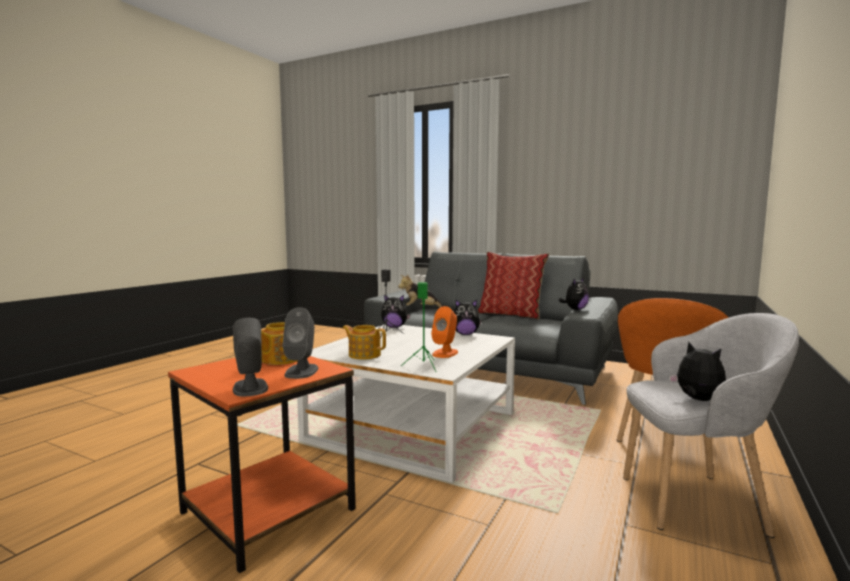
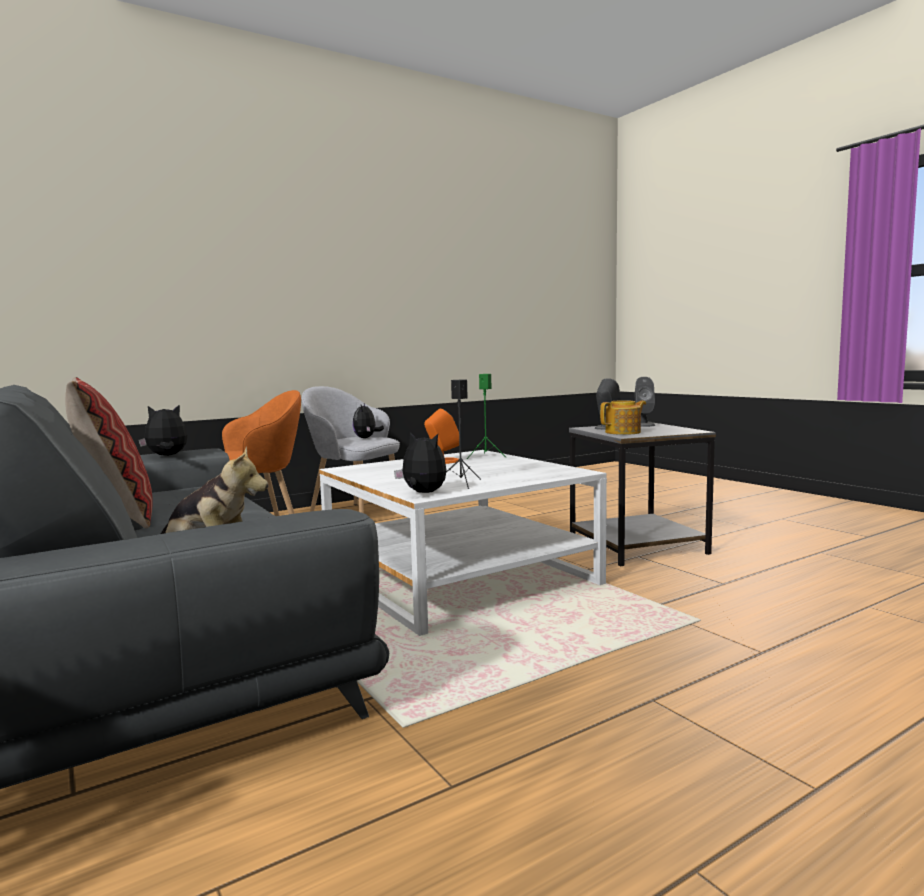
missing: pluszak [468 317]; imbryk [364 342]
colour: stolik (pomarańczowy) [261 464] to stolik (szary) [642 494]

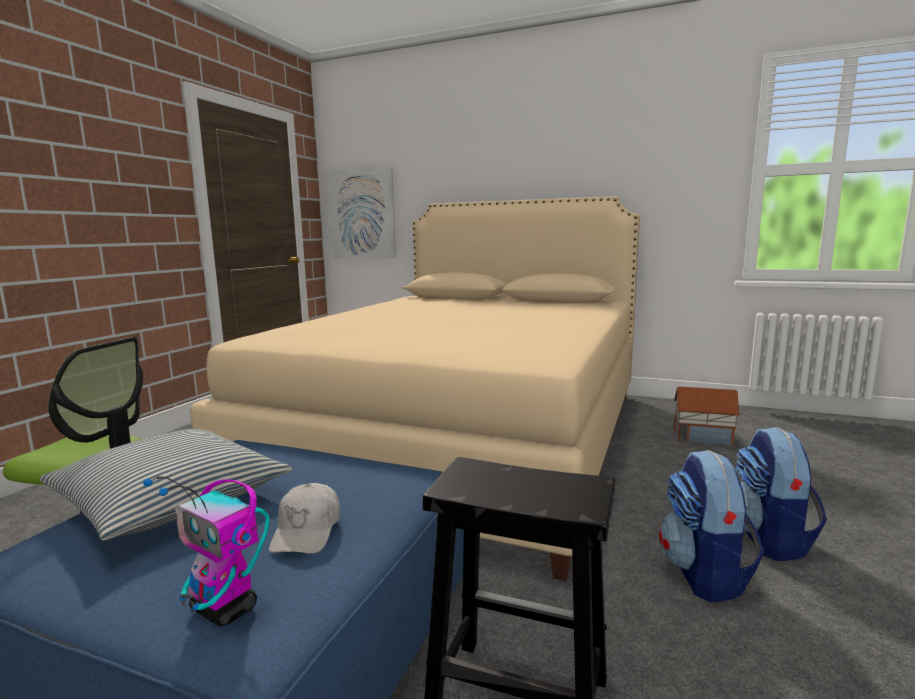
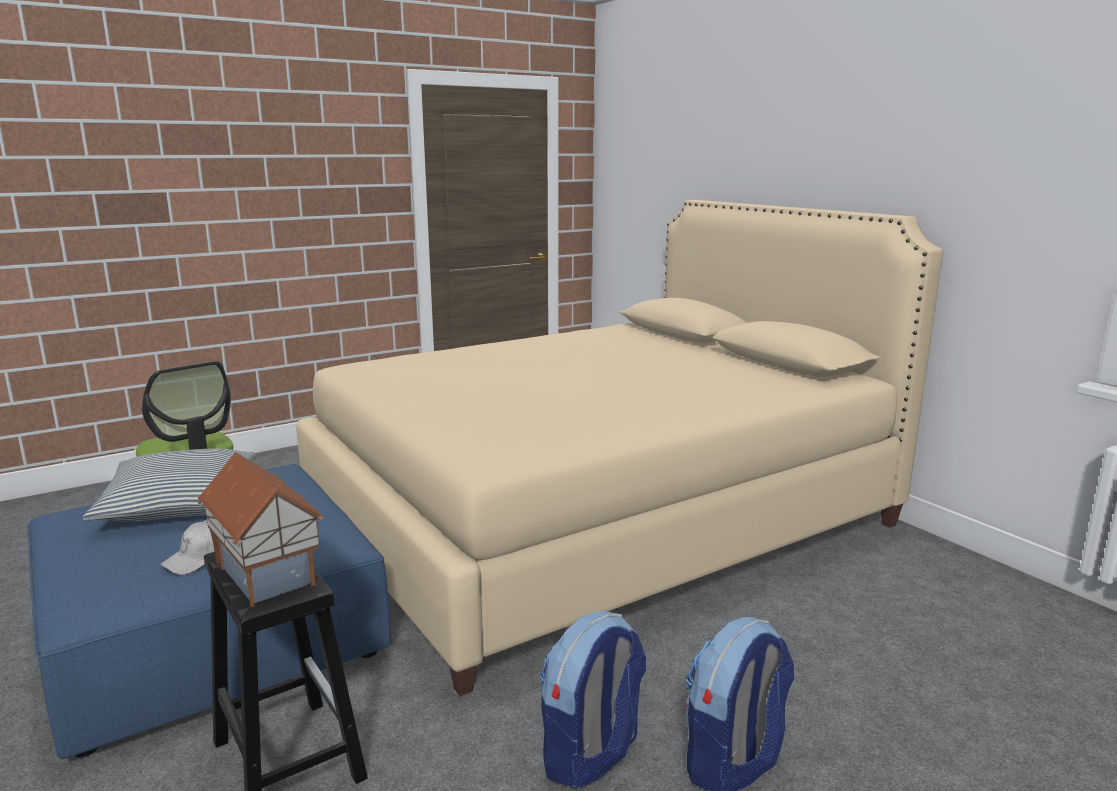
missing: obraz [361 213]; robot zabawkowy [206 552]
relocated: domek [706 416] to [260 529]

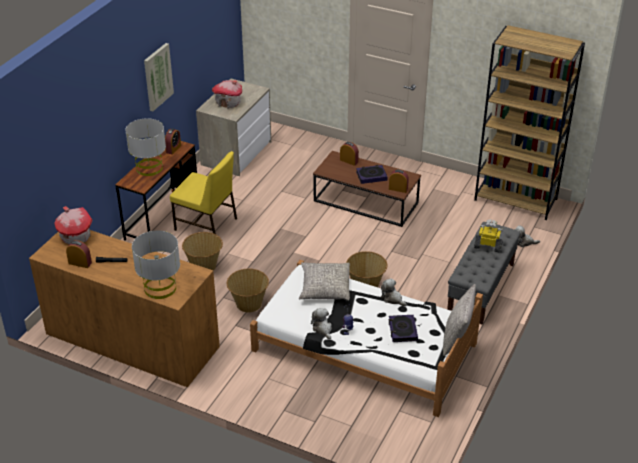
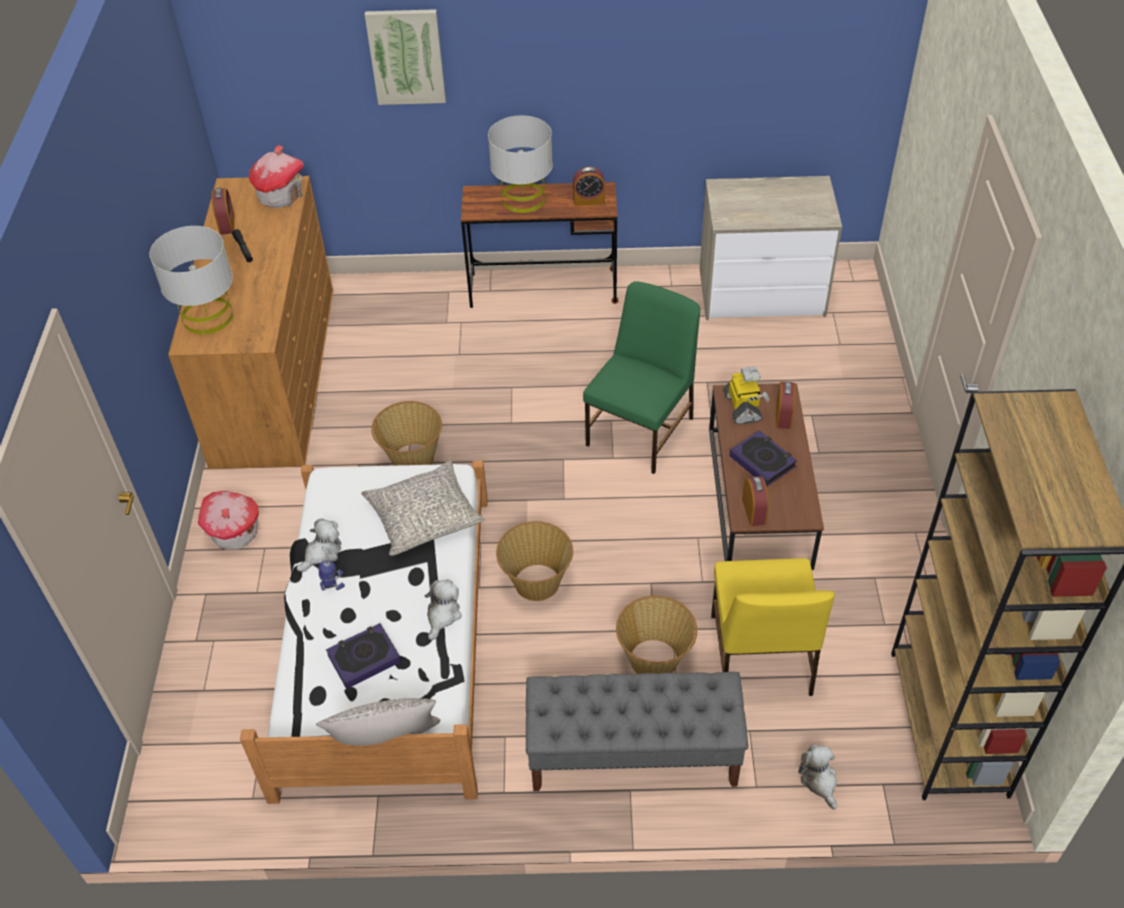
appeared: krzesło (zielony) [641 377]
relocated: obraz [159 77] to [405 57]; domek [227 94] to [228 520]; krzesło (żółty) [203 193] to [773 627]; robot zabawkowy [488 236] to [746 395]; koszyk [202 251] to [656 635]

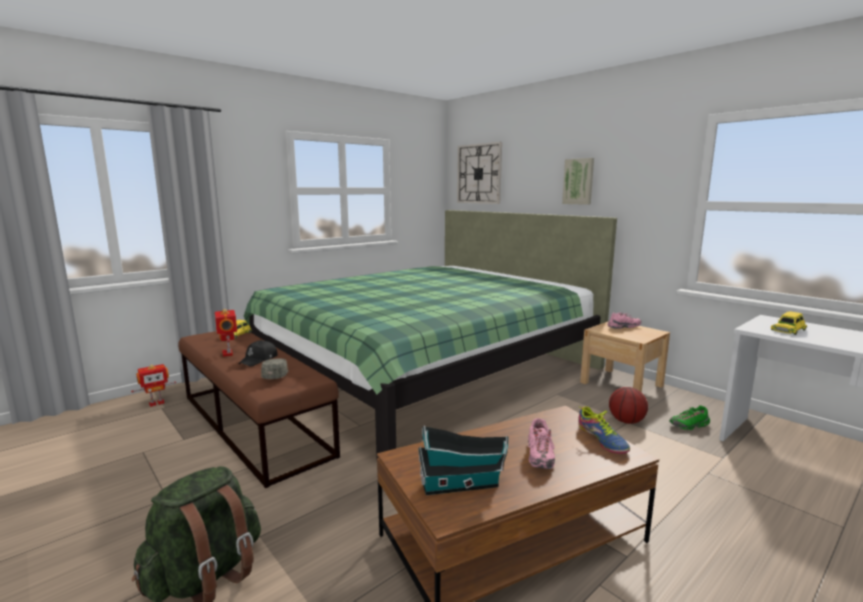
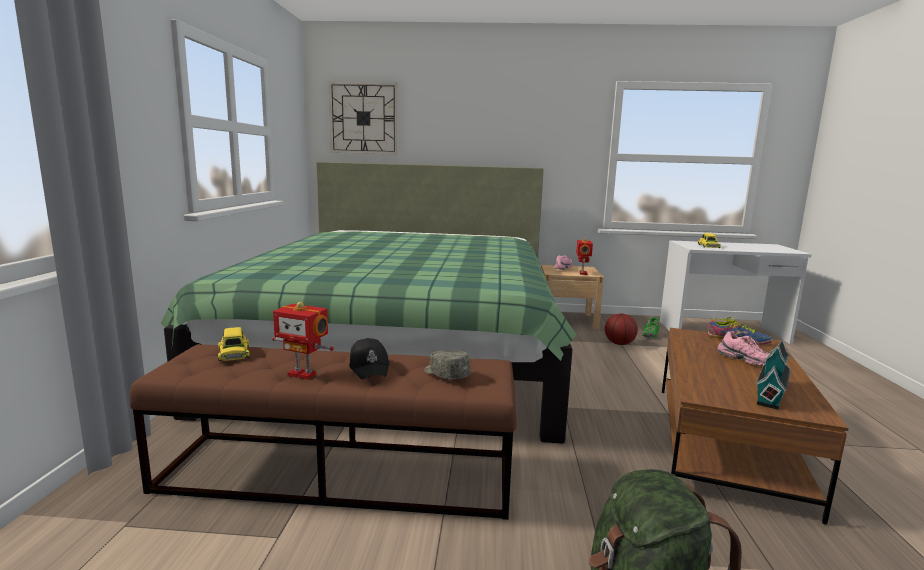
missing: obraz [578 181]
relocated: robot zabawkowy [153 385] to [584 256]

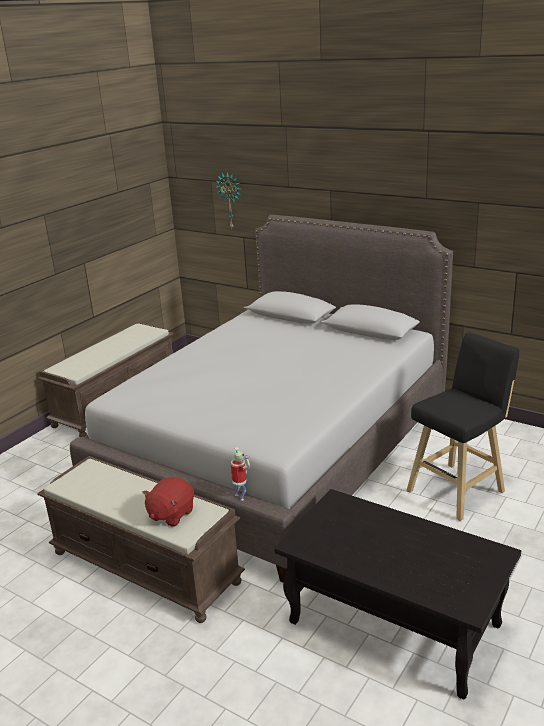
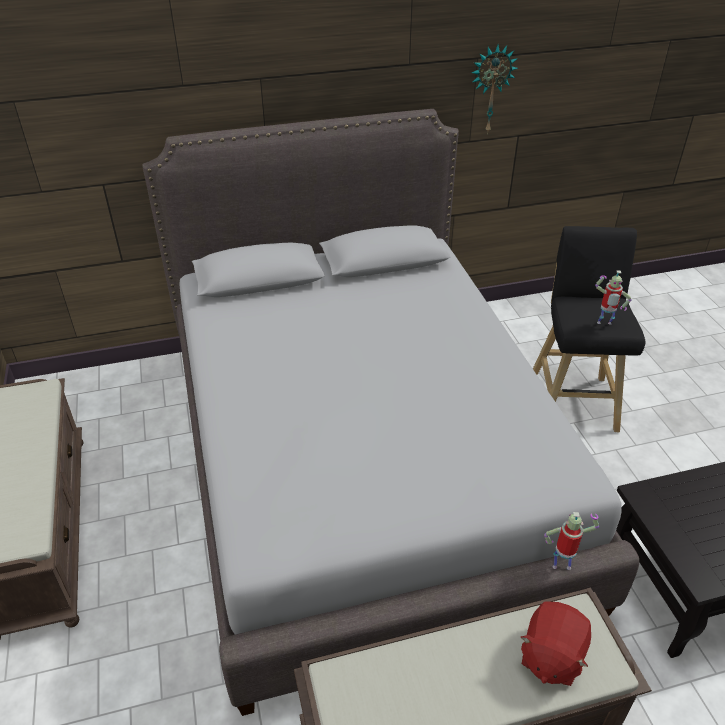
appeared: robot zabawkowy [613 297]
relocated: zegar ścienny [228 200] to [494 89]
spun: pluszak (czerwony) [168 502] = [556 643] 45 degrees clockwise

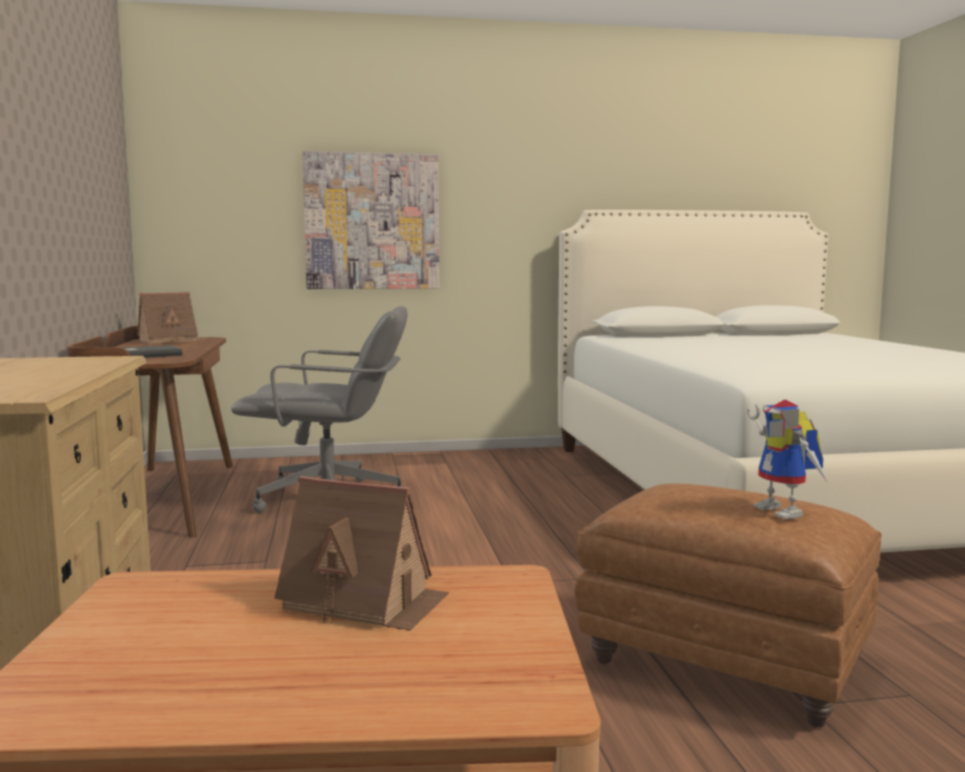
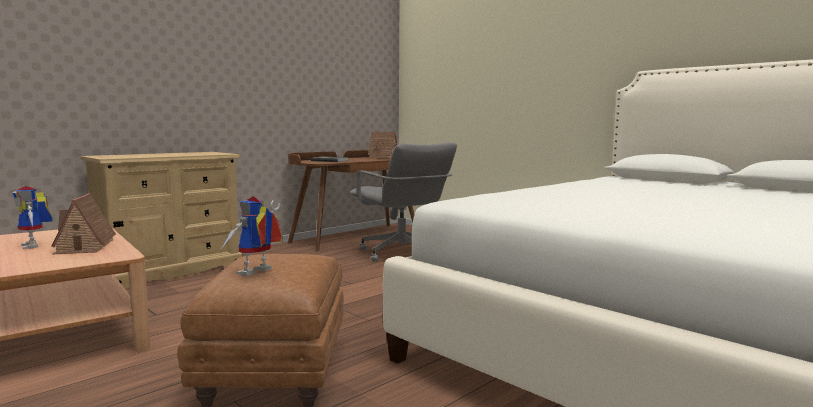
missing: obraz [370 220]
appeared: robot zabawkowy [32 217]

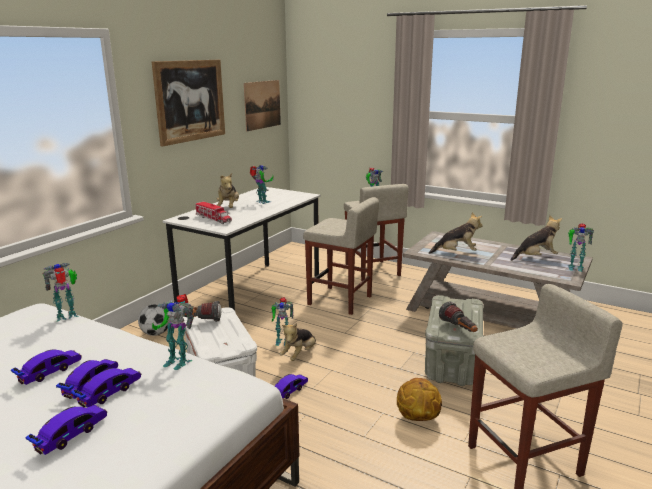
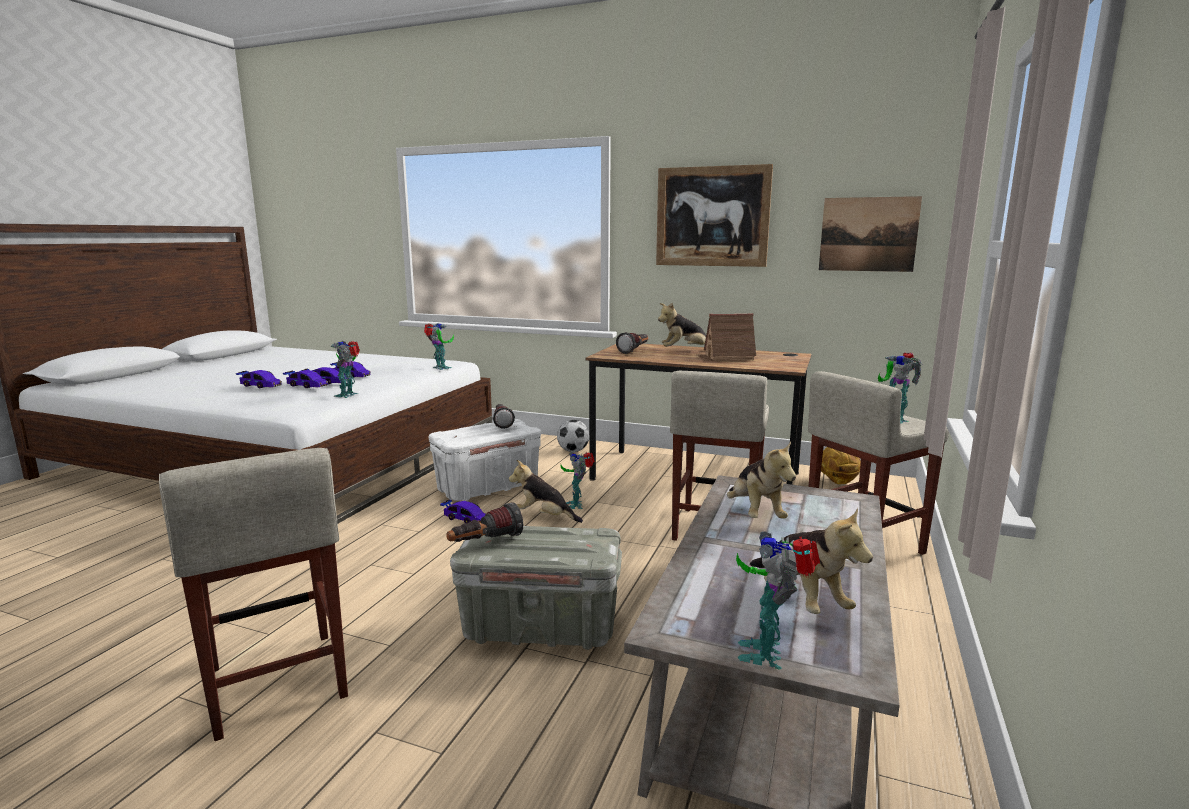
relocated: piłka do koszykówki [419 399] to [841 465]
exchanged: robot zabawkowy [262 184] to domek [726 337]; ciężarówka zabawkowa [213 213] to latarka [632 343]
colour: biurko (biały) [241 249] to biurko (brązowy) [698 414]

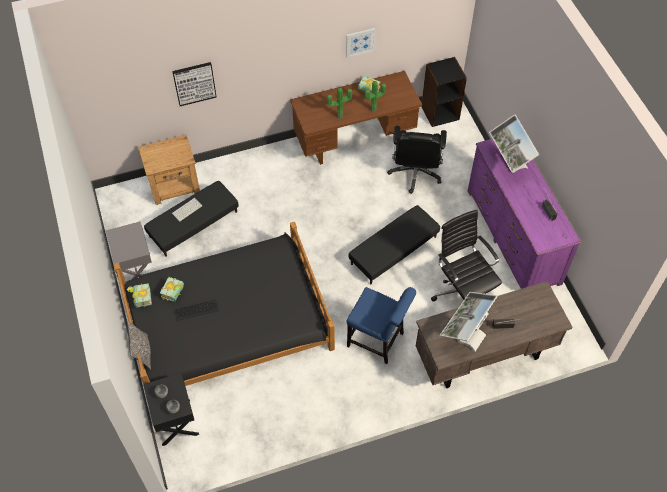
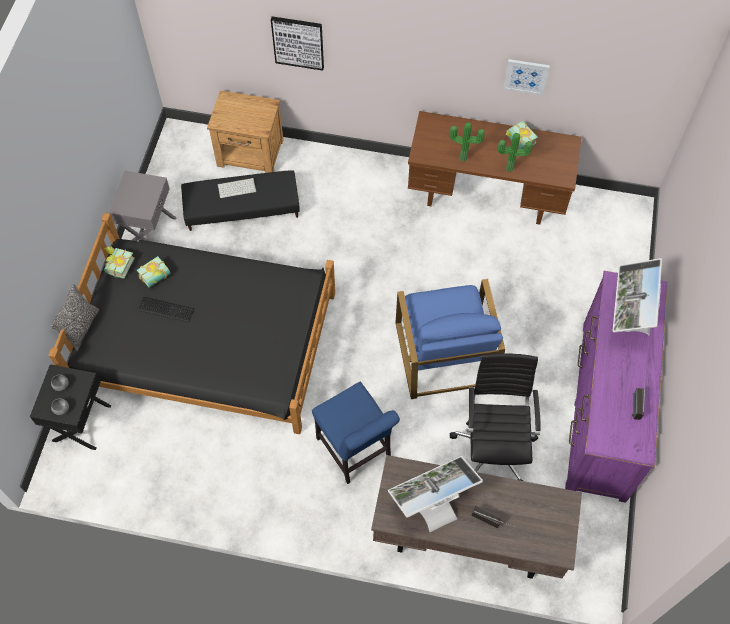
missing: regał (czarny) [444 92]; krzesło biurowe (czarny) [417 160]
exchanged: pufa (czarny) [394 244] to fotel (niebieski) [450 339]

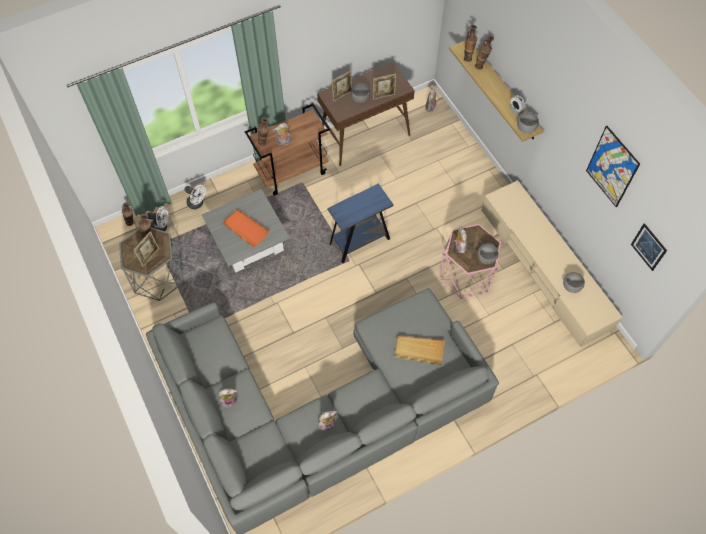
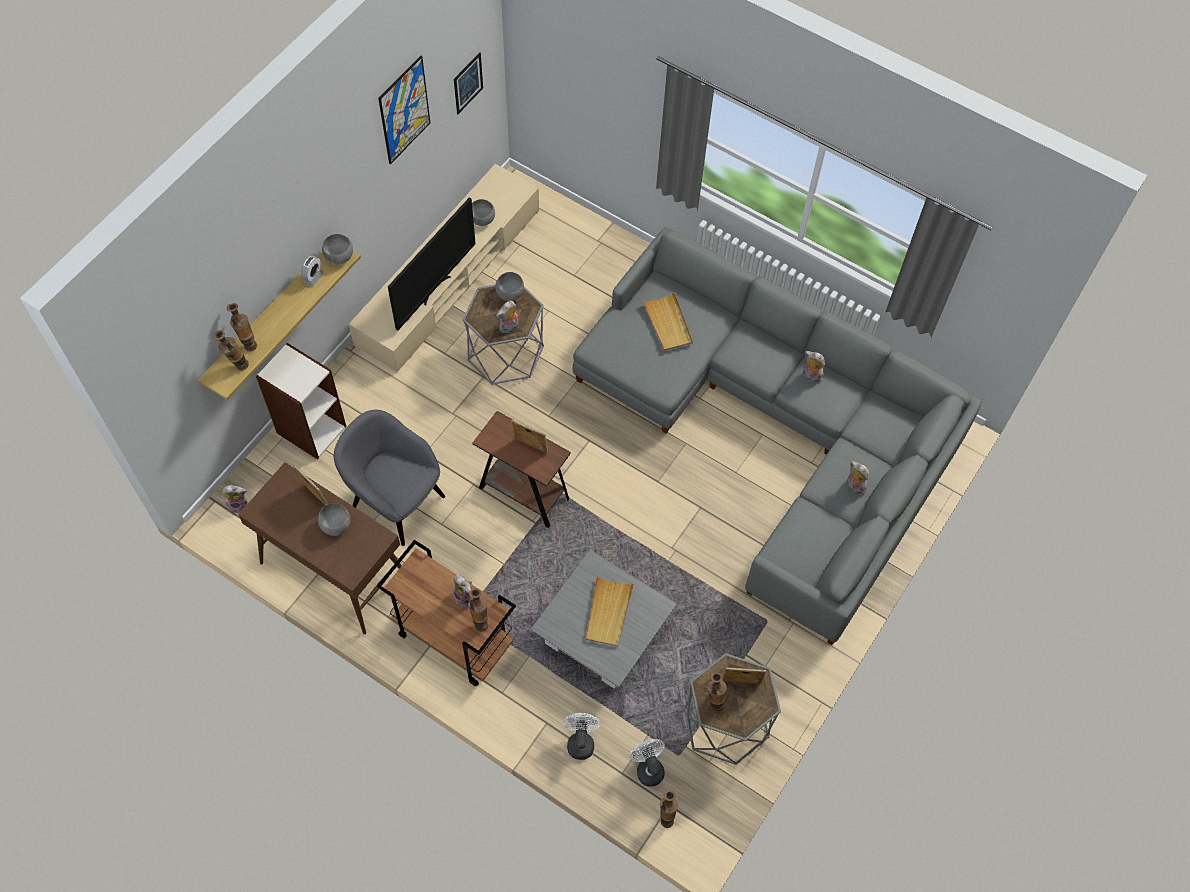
appeared: telewizor [432 264]; regał [301 401]; fotel (szary) [389 478]
relocated: ramka na zdjęcie [342 85] to [529 437]
colour: stolik (niebieski) [360 223] to stolik (brązowy) [521 469]; taca (pomarańczowy) [246 228] to taca (beżowy) [609 611]; stolik (różowy) [471 261] to stolik (szary) [503 334]

